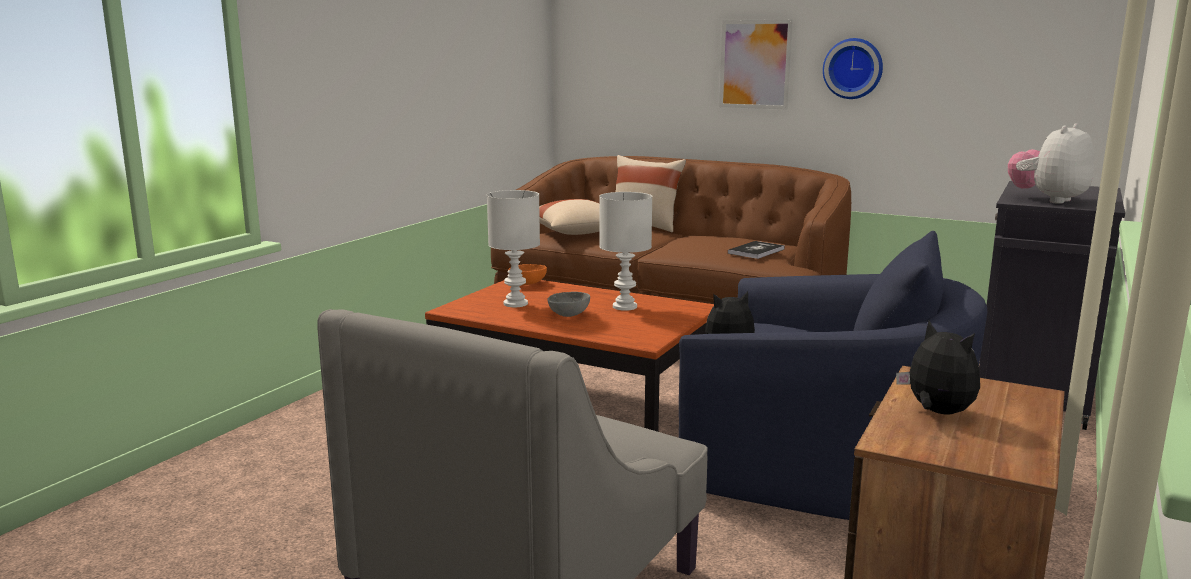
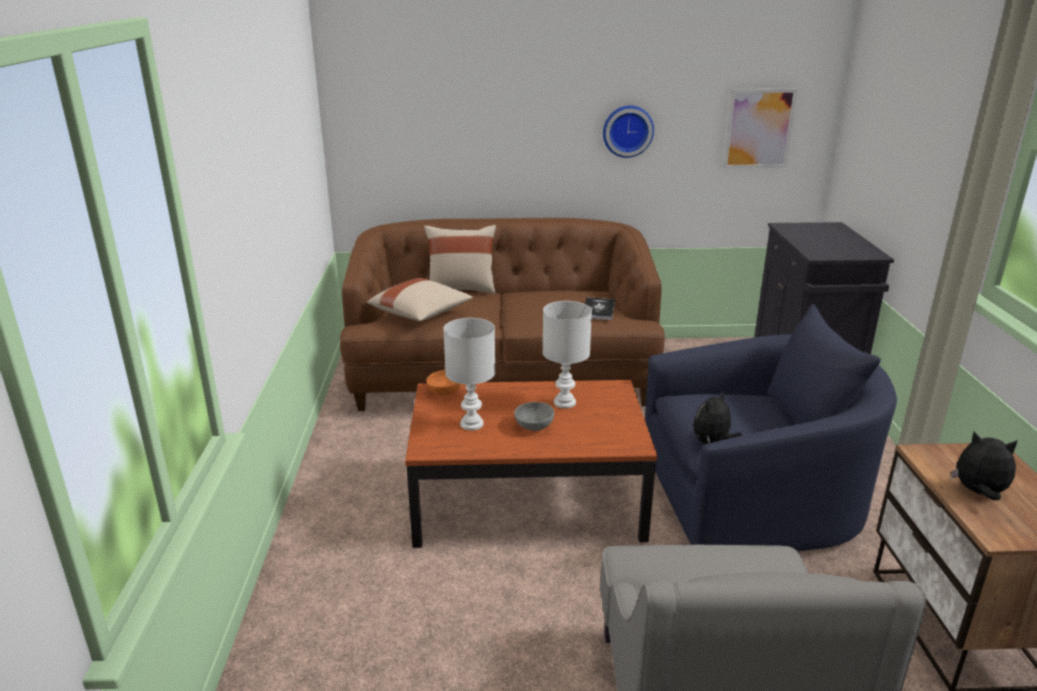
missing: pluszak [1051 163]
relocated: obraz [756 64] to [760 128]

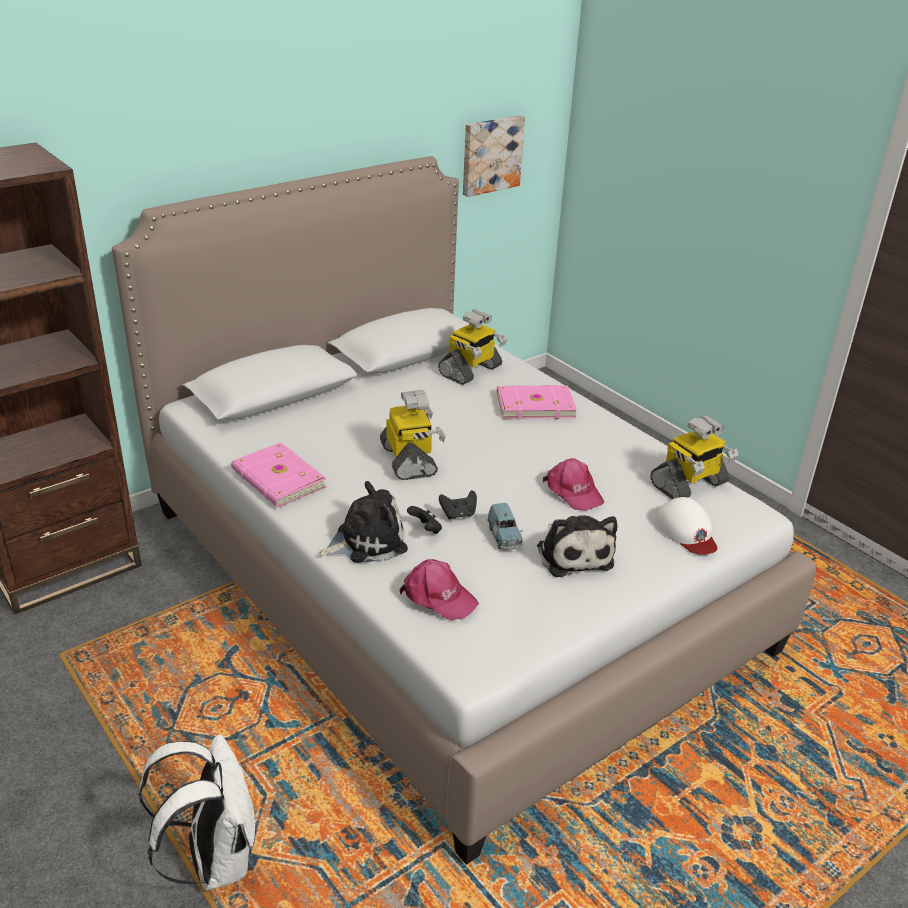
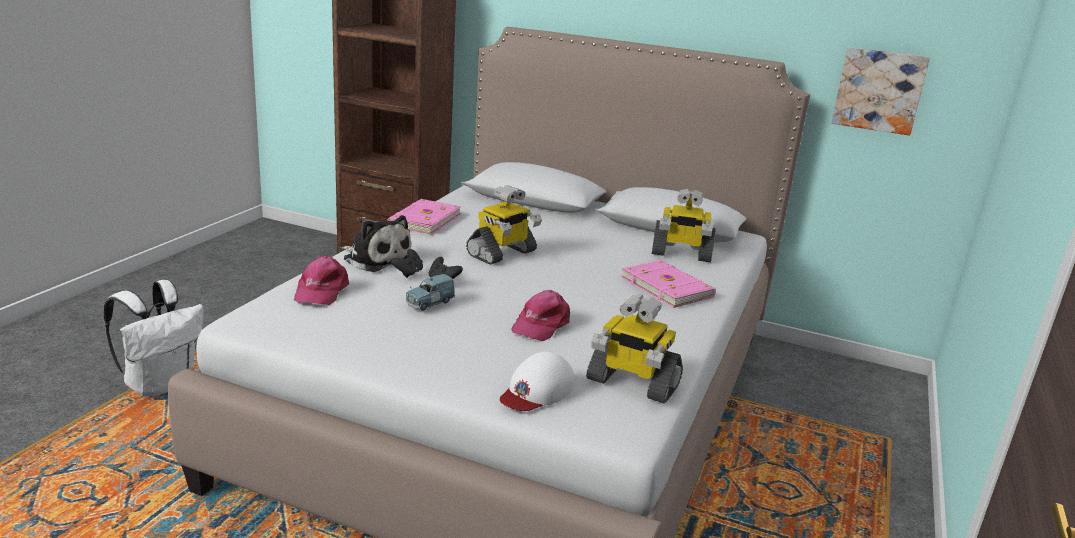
missing: pluszak [577 546]

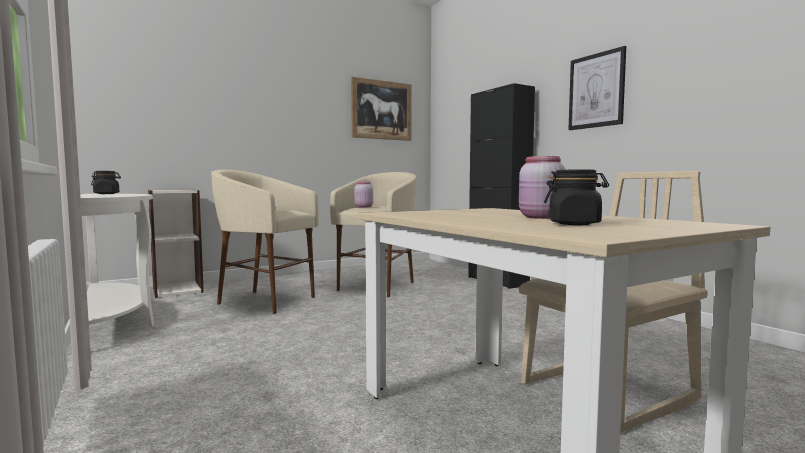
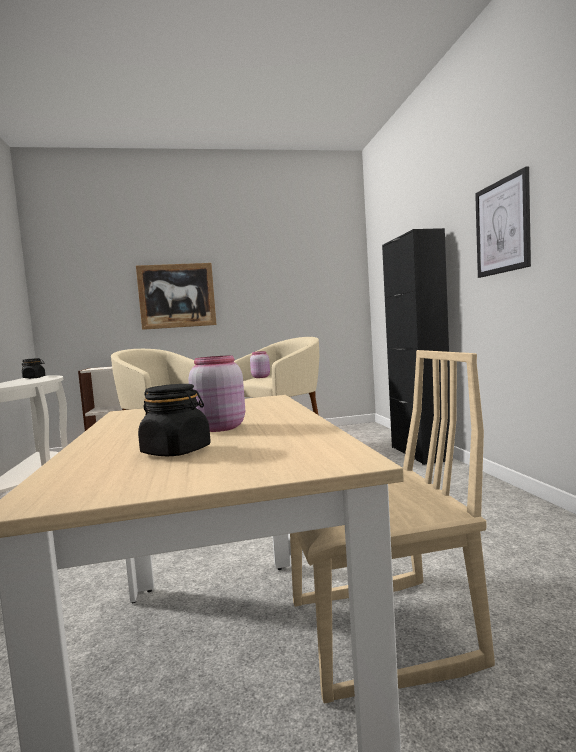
relocated: obraz [381 109] to [176 296]

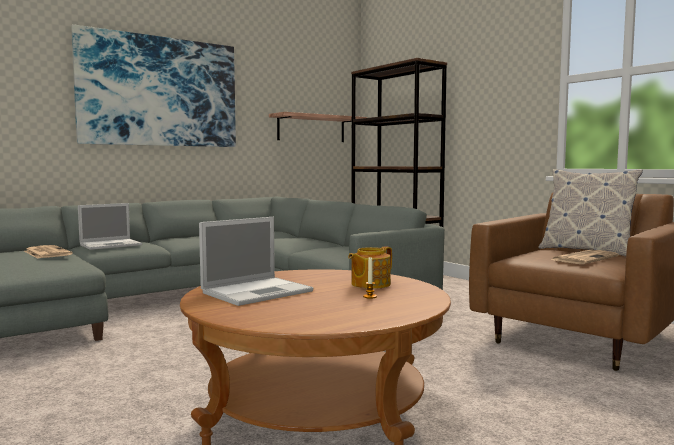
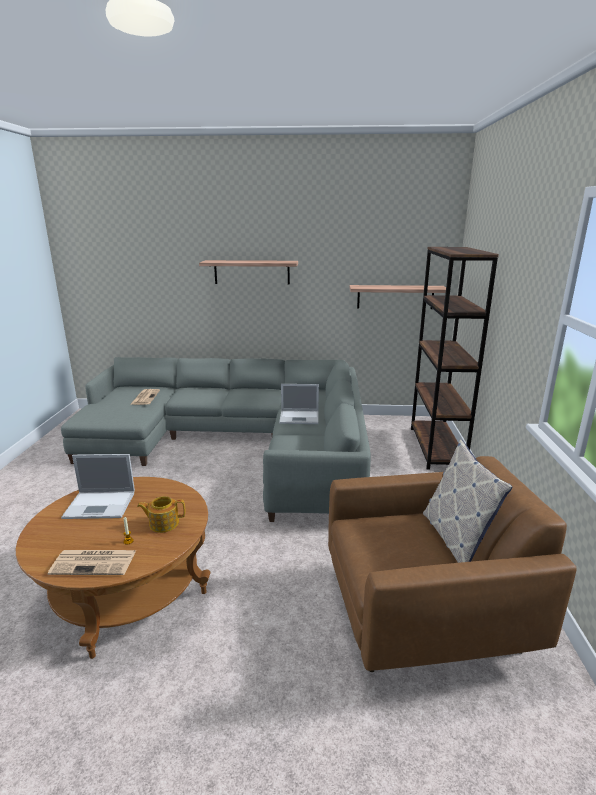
relocated: laptop [110 226] to [299 404]; gazeta [585 257] to [92 562]
exchanged: obraz [153 85] to półka [248 272]

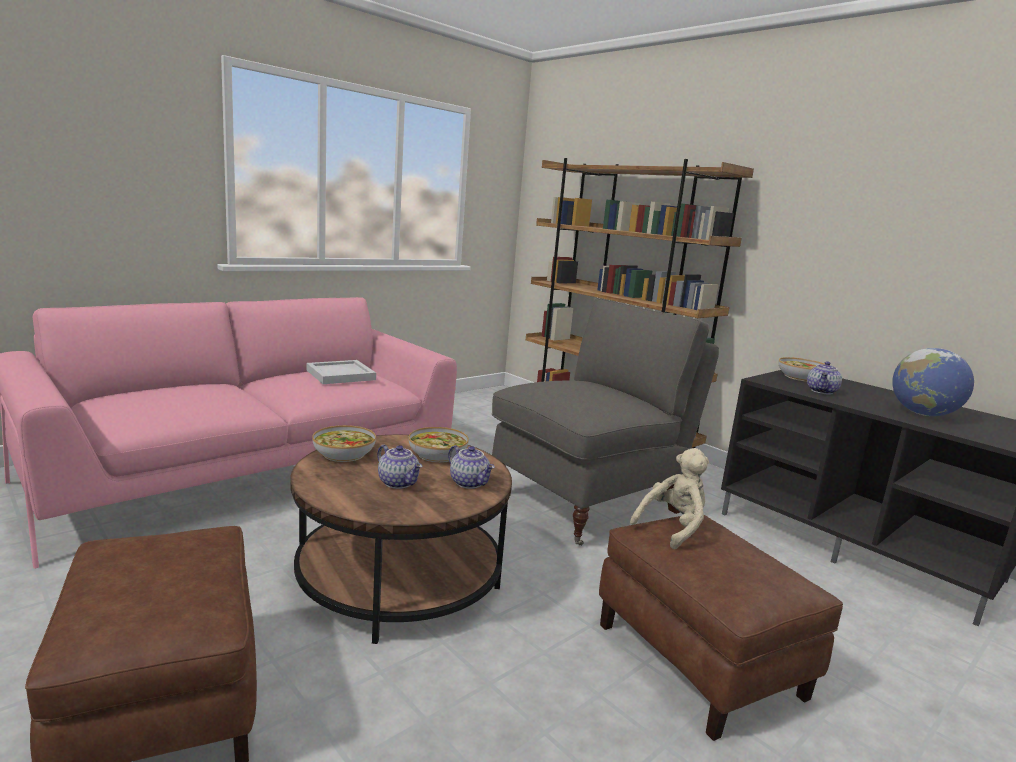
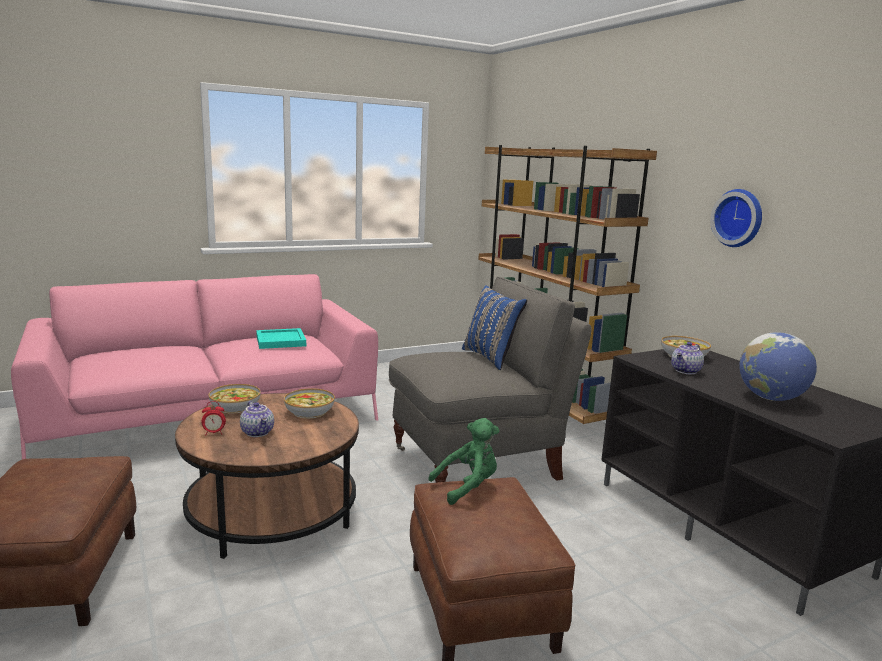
missing: imbryk [471 467]
appeared: zegar ścienny [736 218]; poduszka (niebieski) [494 327]; budzik [213 418]
colour: taca (biały) [341 372] to taca (turkusowy) [281 338]; pluszak (beżowy) [669 498] to pluszak (zielony) [463 461]

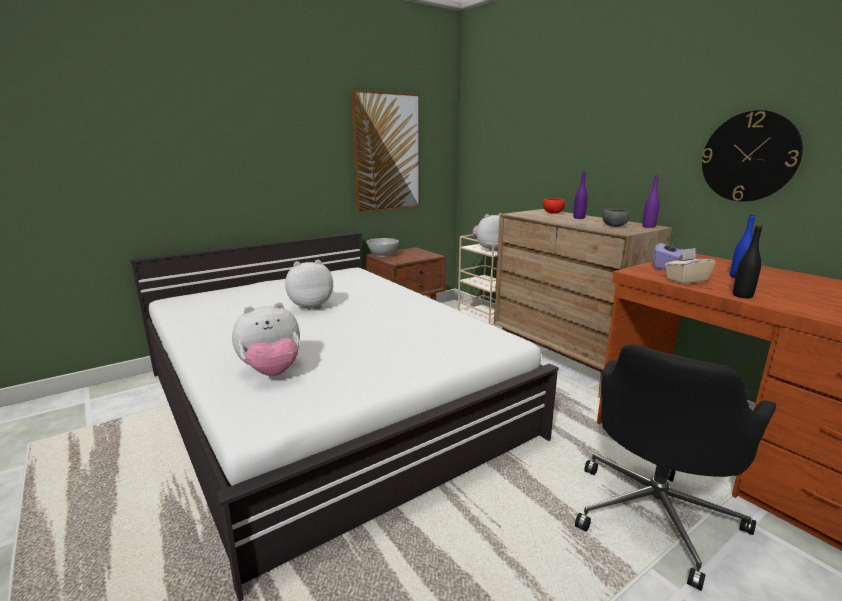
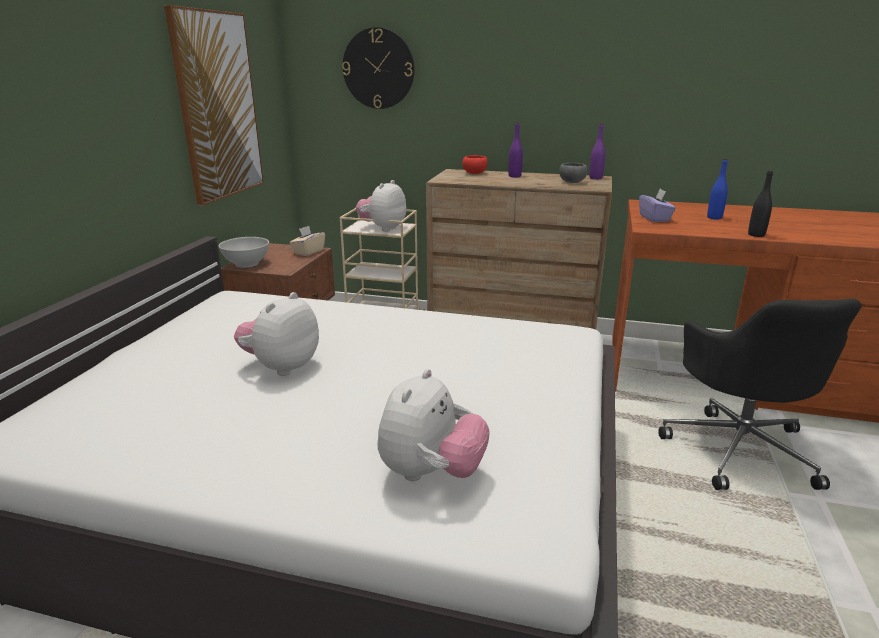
relocated: zegar ścienny [752 156] to [378 68]; pudełko chusteczek (beżowy) [690 266] to [307 241]

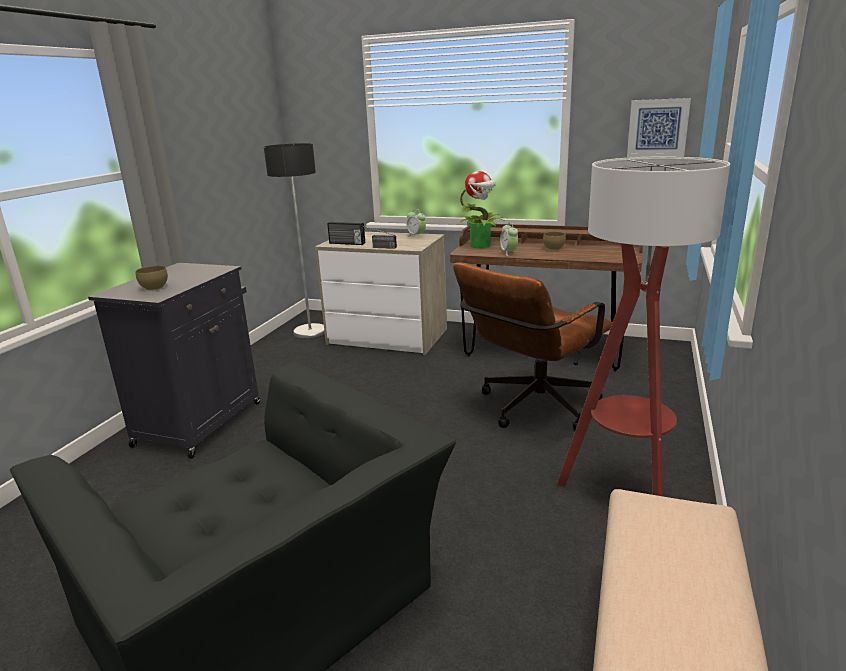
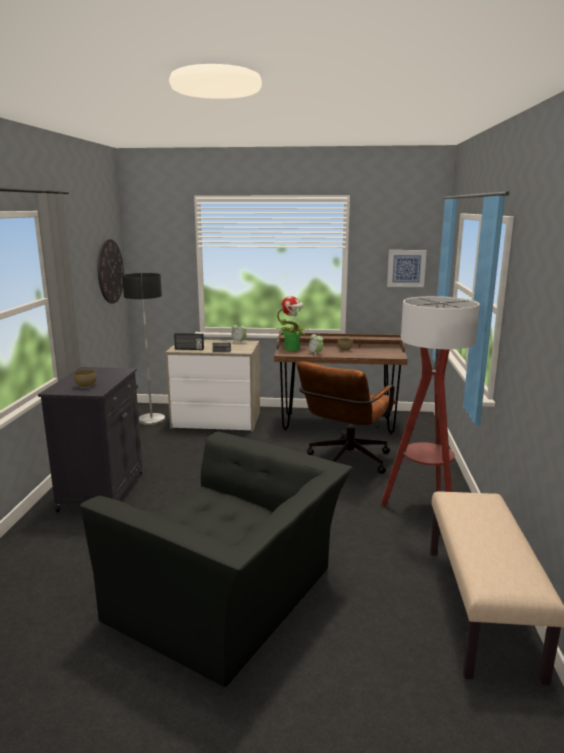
appeared: zegar ścienny [111 271]

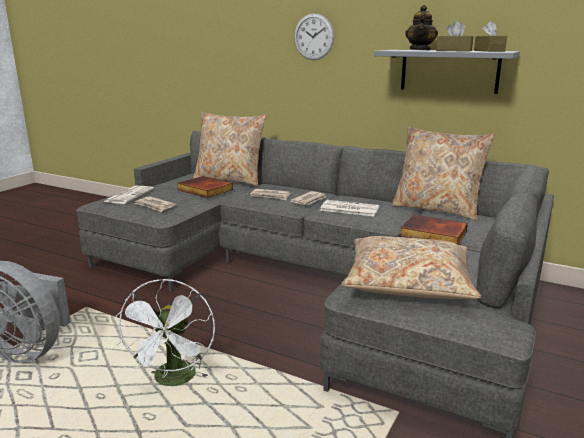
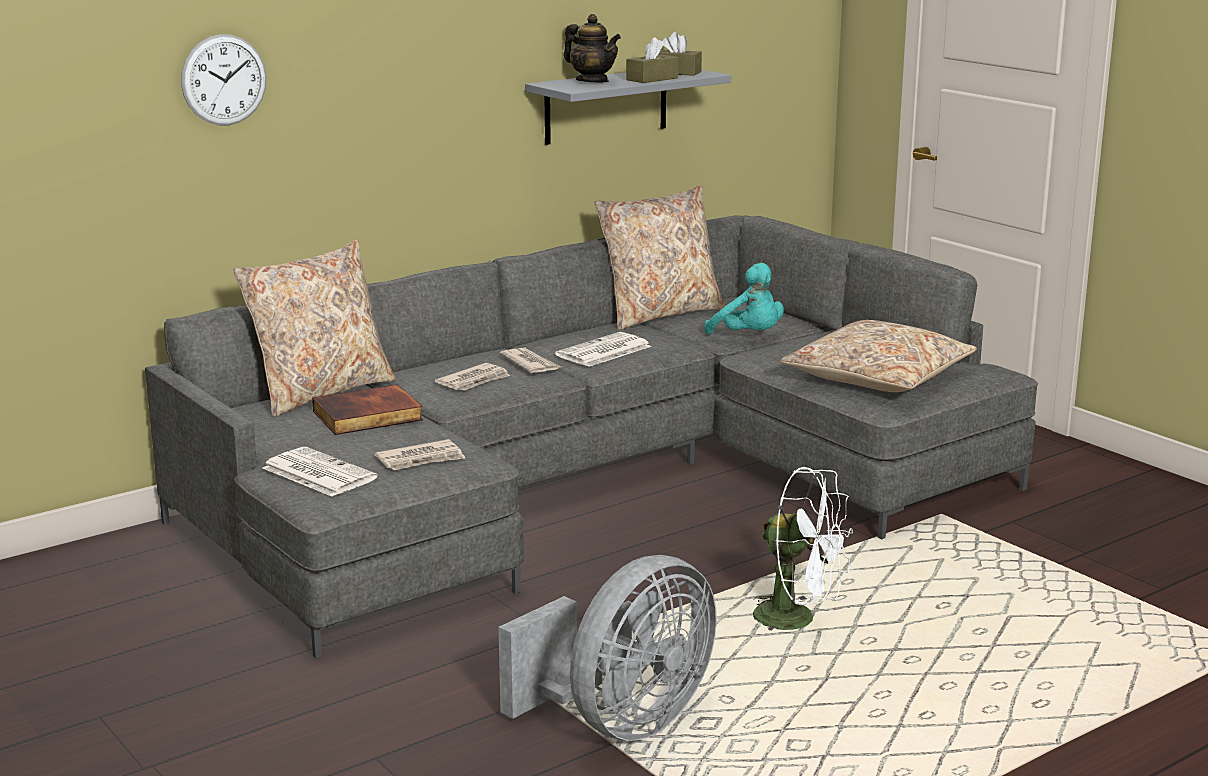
relocated: zegar ścienny [314 36] to [223 80]
exchanged: książka [434 230] to pluszak (turkusowy) [744 299]

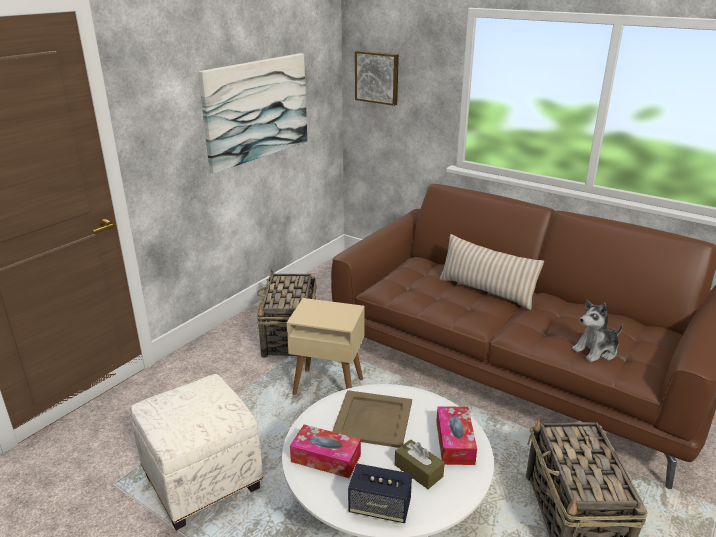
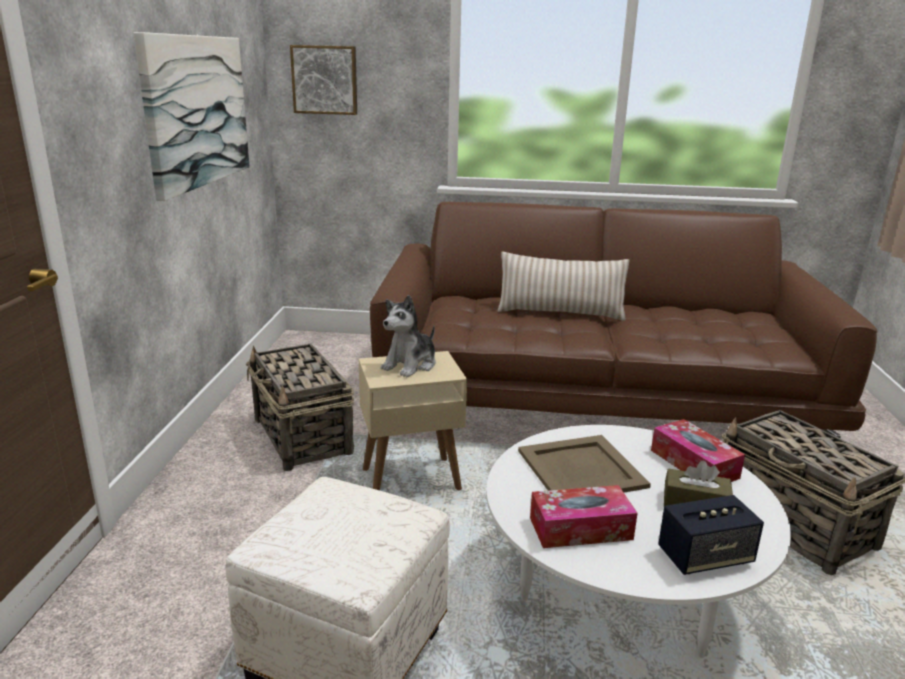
relocated: pluszak [597 331] to [408 336]

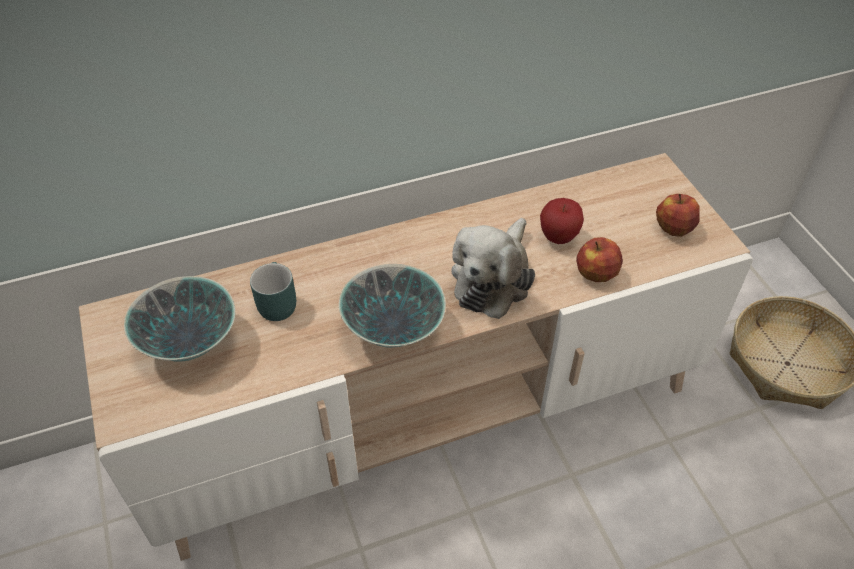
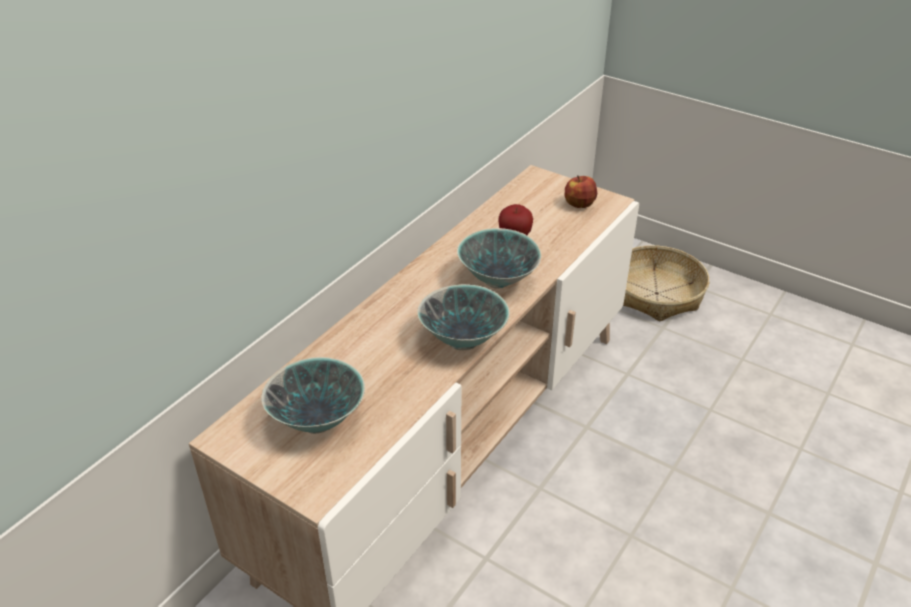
missing: jabłko [599 259]; kubek (turkusowy) [273 291]
exchanged: pluszak [493 268] to miska [499 258]

